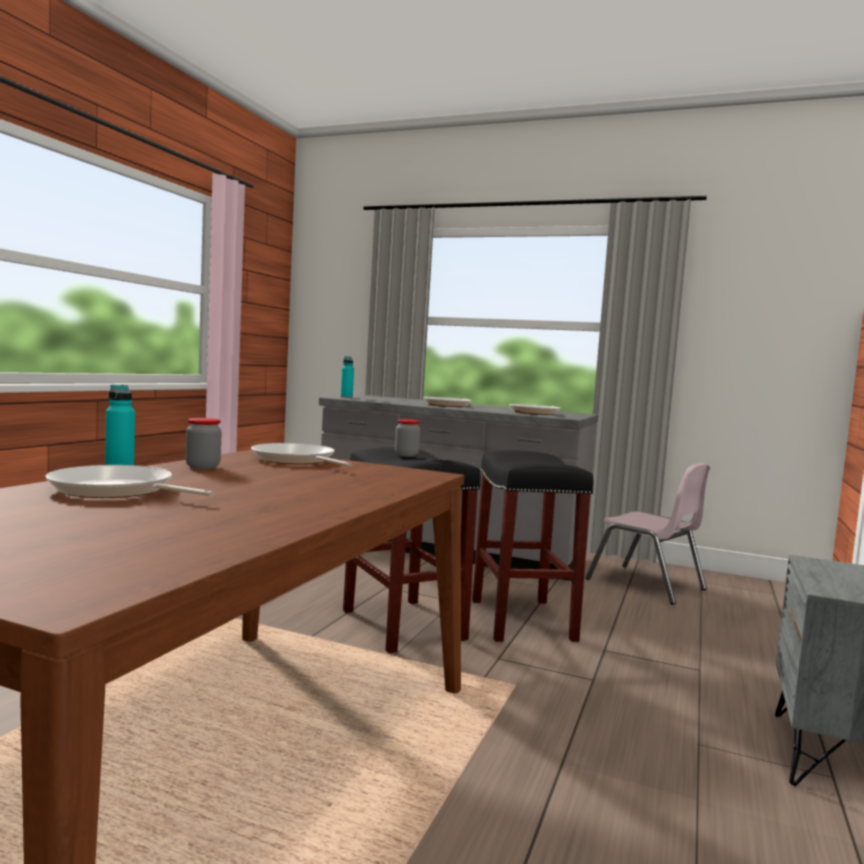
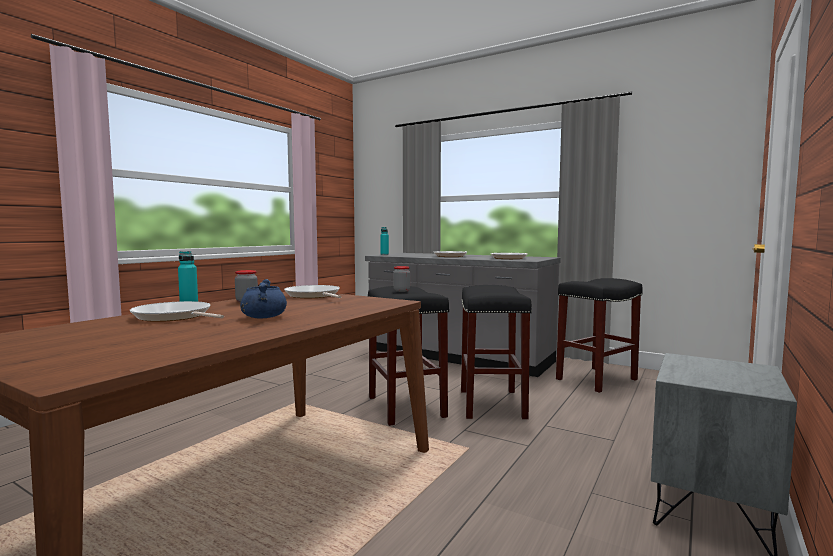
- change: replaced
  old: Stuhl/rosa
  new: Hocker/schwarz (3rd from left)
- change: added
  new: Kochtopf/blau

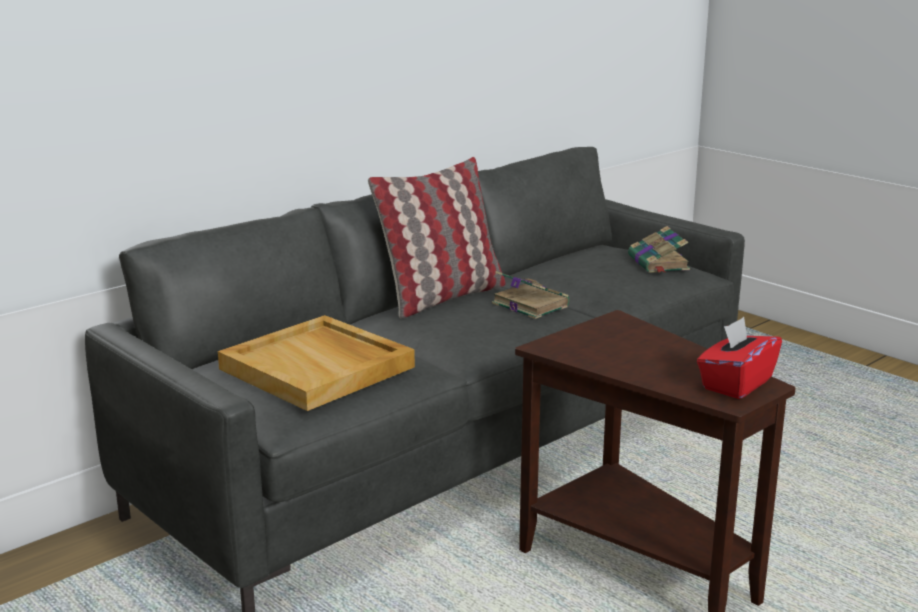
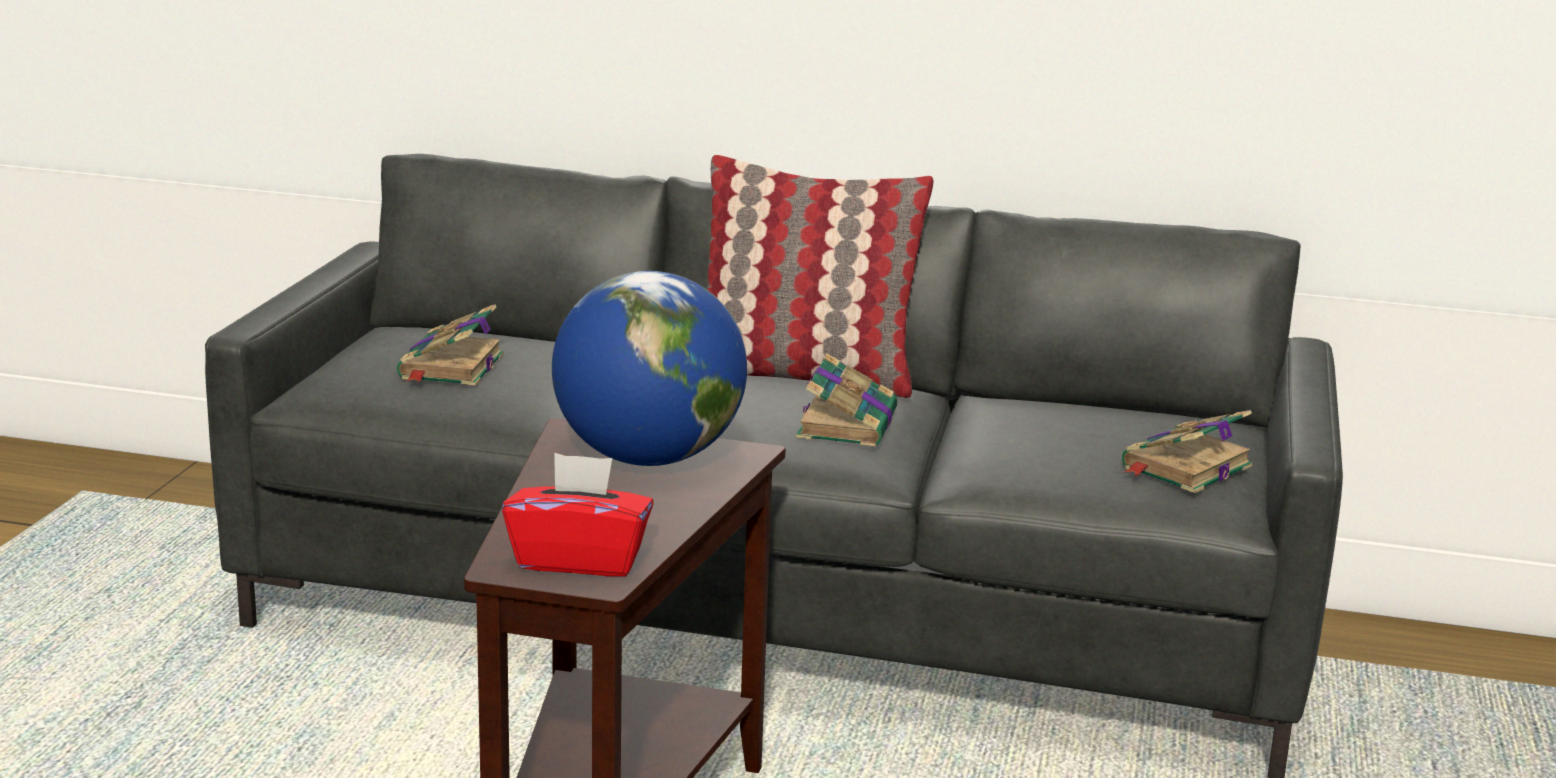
- change: replaced
  old: Tablett/beige
  new: Buch (1st from left)
- change: added
  new: Globus

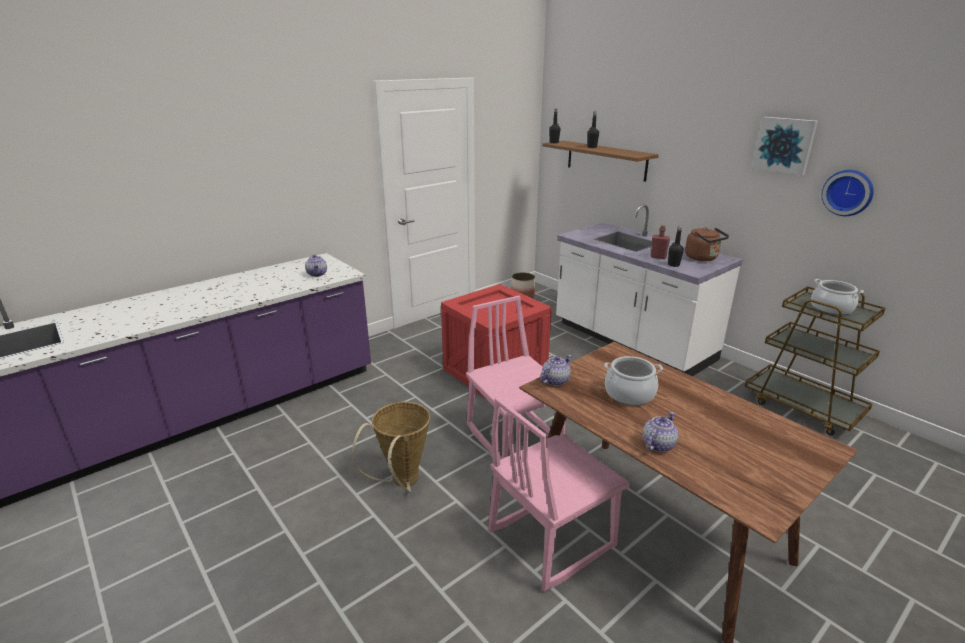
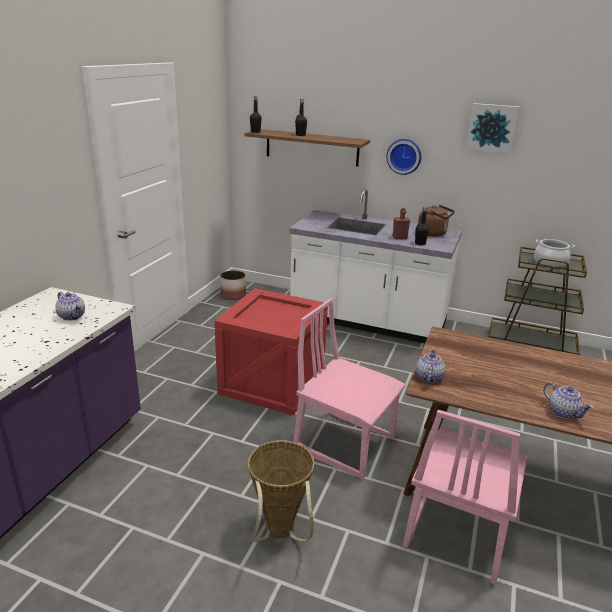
- change: moved
  old: Wanduhr
- change: removed
  old: Kochtopf (1st from left)
- change: turned
  old: Teekanne (3rd from left)
  degrees: 135

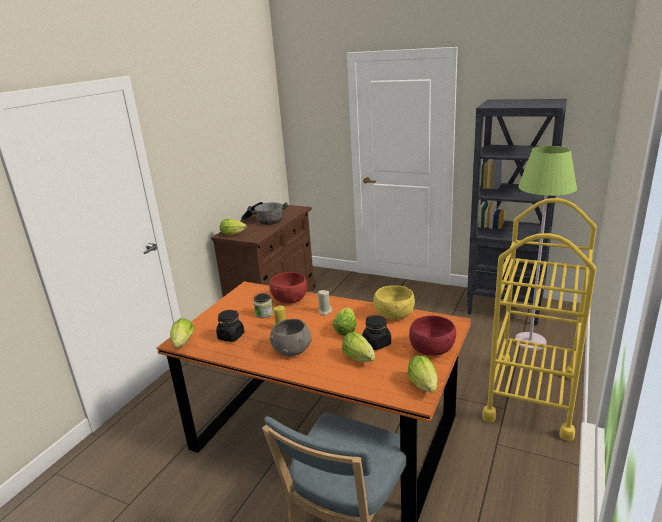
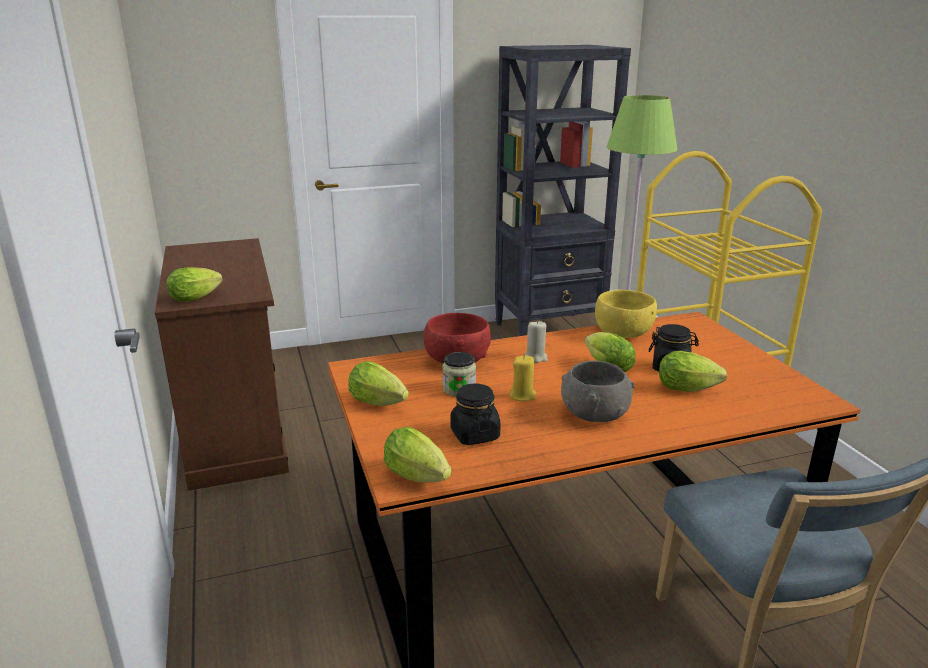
- change: removed
  old: Kochtopf
- change: removed
  old: Schüssel/rot (2nd from left)
- change: moved
  old: Salatkopf (5th from left in the first image)
  new: Salatkopf (2nd from left)

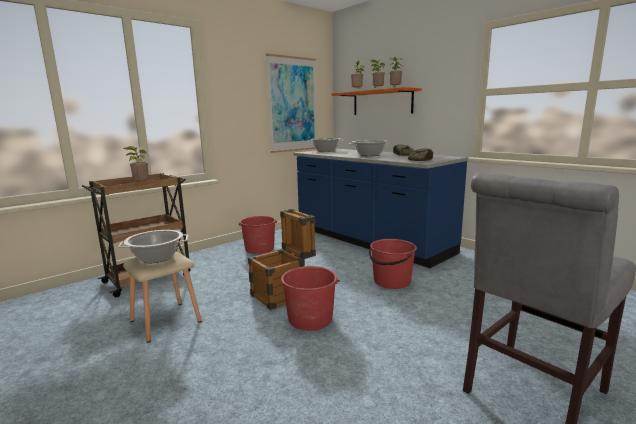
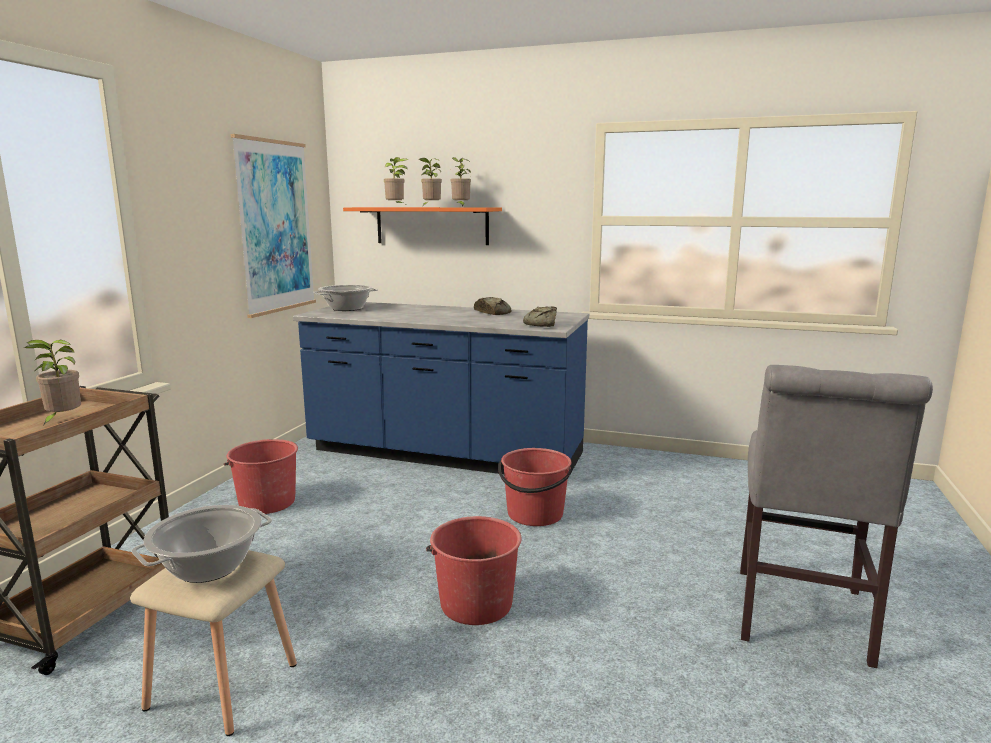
- change: removed
  old: Kochtopf (3rd from left)
- change: removed
  old: Kiste

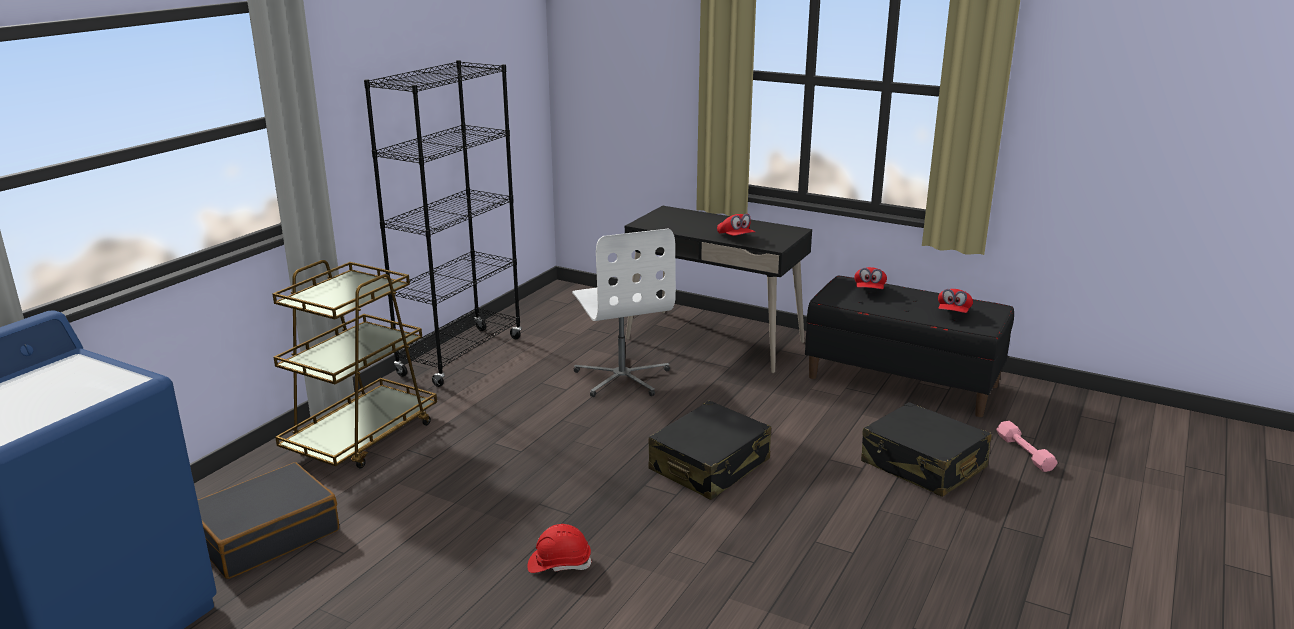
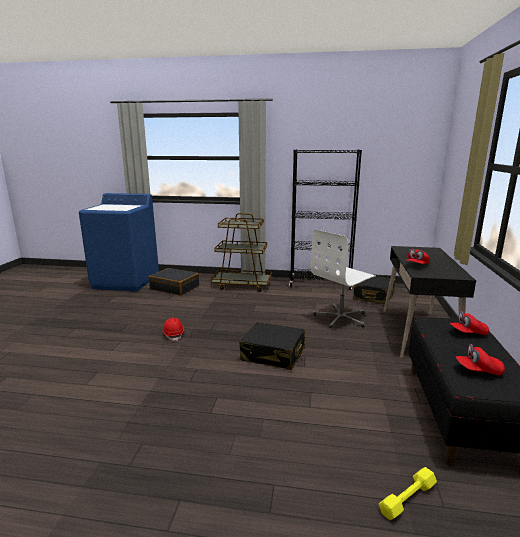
- change: moved
  old: Koffer/schwarz (3rd from left)
- change: recoloured
  old: Hantel/rosa
  new: Hantel/gelb

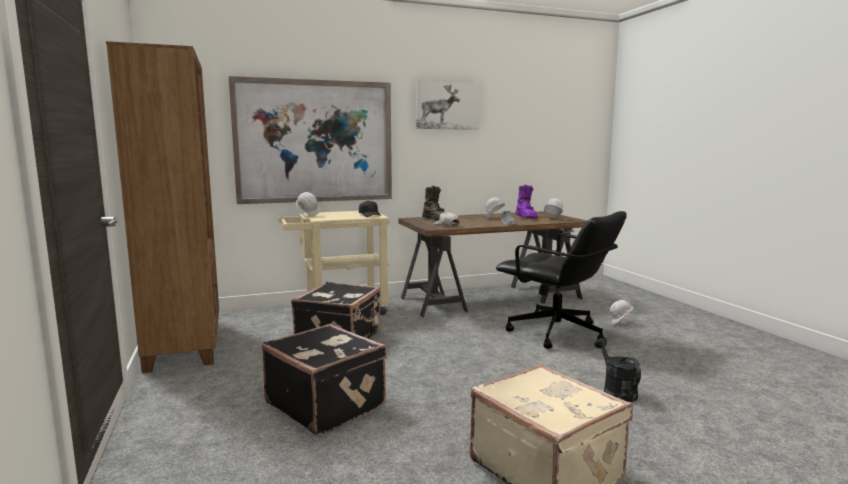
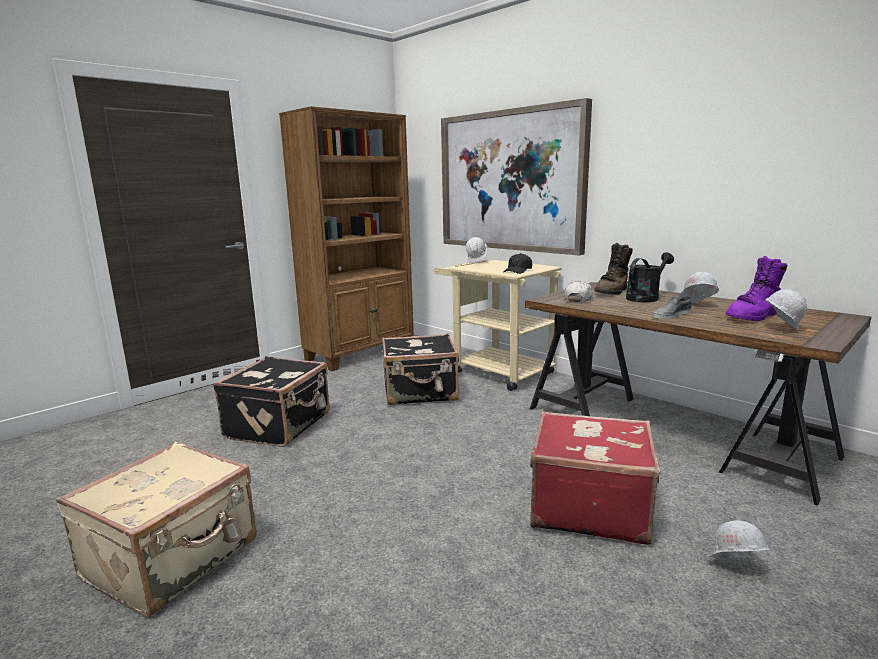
- change: removed
  old: Bild (2nd from left)
- change: replaced
  old: Bürostuhl/schwarz
  new: Koffer/rot
- change: moved
  old: Gießkanne/schwarz

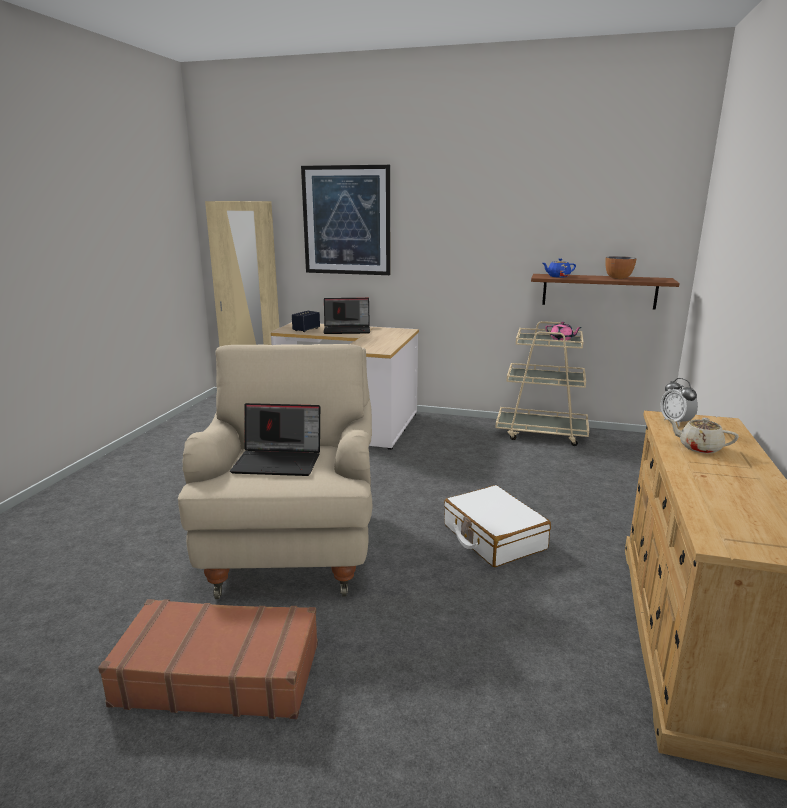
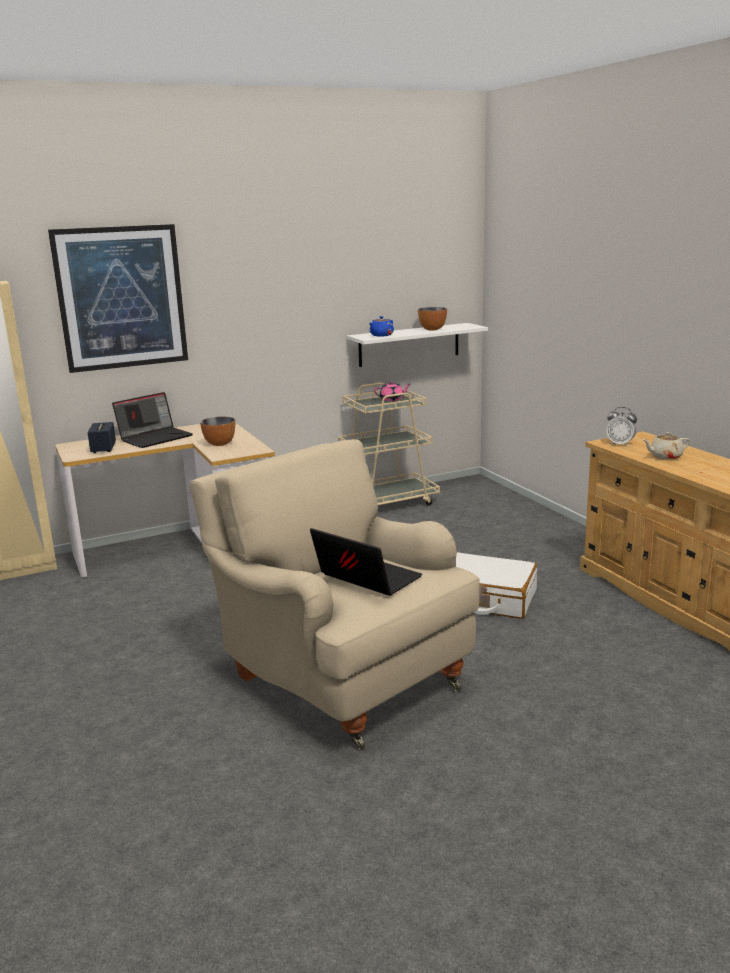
- change: recoloured
  old: Wandregal/braun
  new: Wandregal/weiß
- change: turned
  old: Laptop (1st from left in the first image)
  degrees: -105
- change: removed
  old: Koffer/braun
- change: added
  new: Schüssel (1st from left)

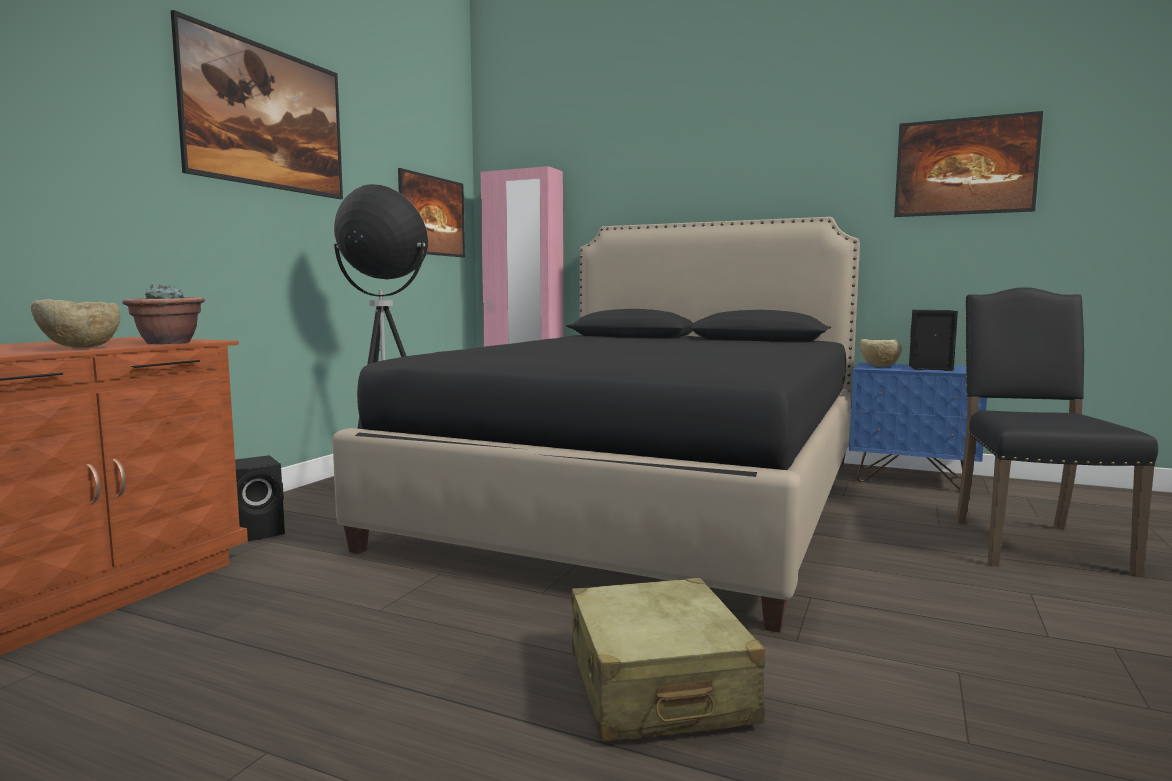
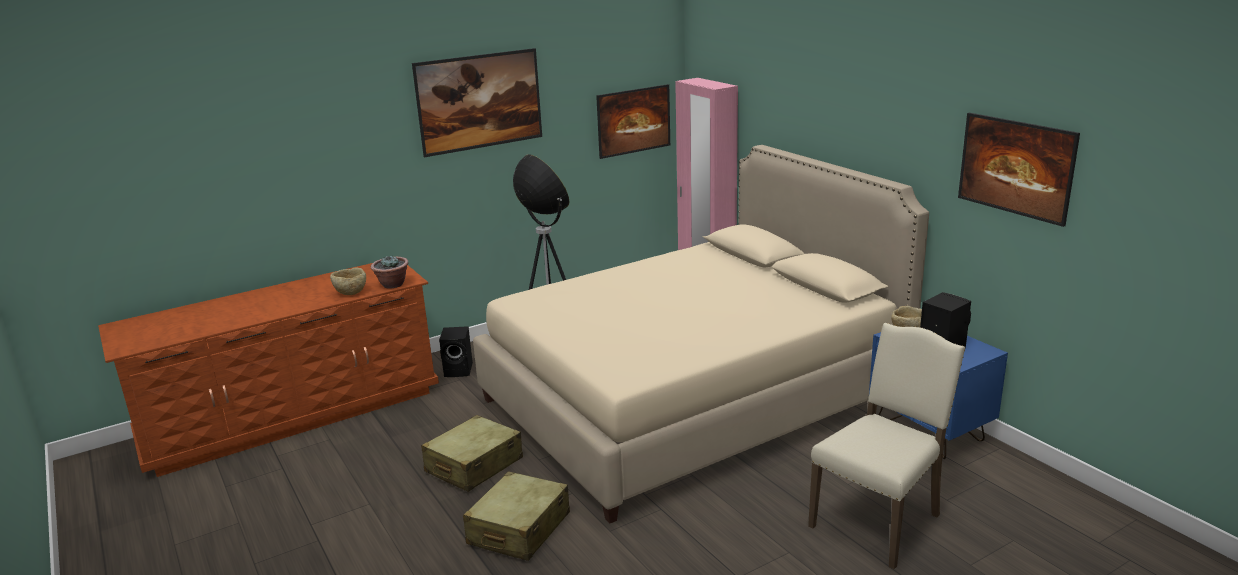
- change: recoloured
  old: Bett/schwarz
  new: Bett/beige
- change: recoloured
  old: Stuhl/schwarz
  new: Stuhl/beige
- change: added
  new: Koffer/beige (1st from left)

